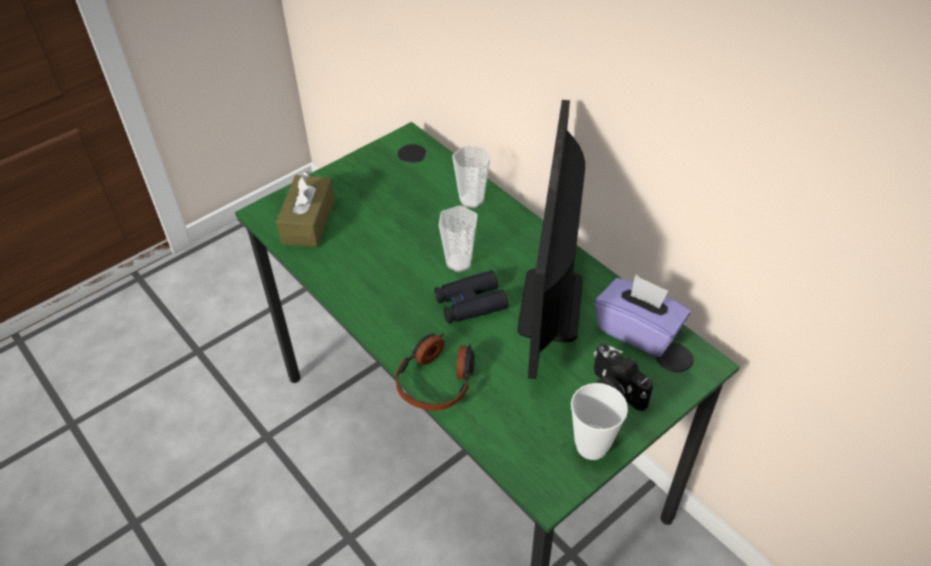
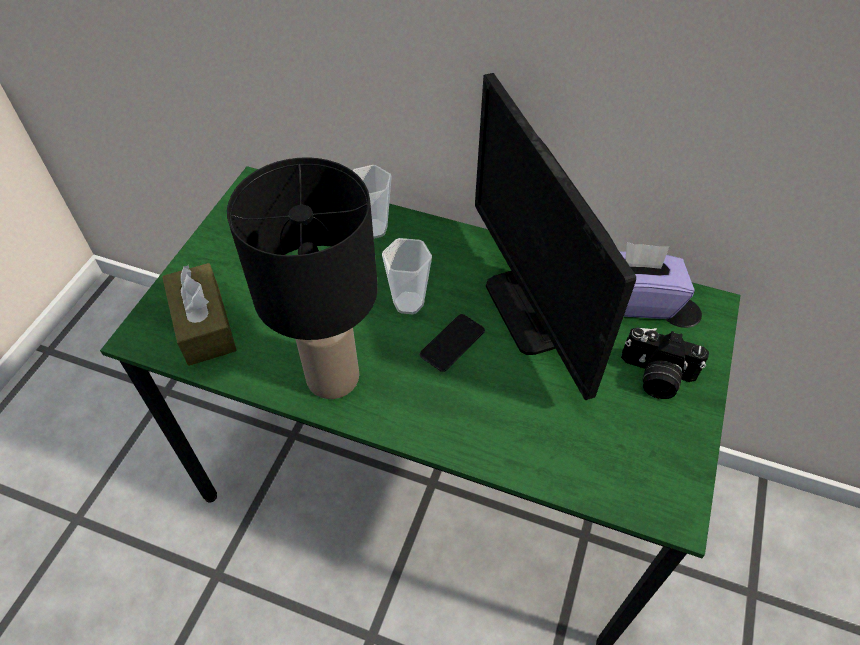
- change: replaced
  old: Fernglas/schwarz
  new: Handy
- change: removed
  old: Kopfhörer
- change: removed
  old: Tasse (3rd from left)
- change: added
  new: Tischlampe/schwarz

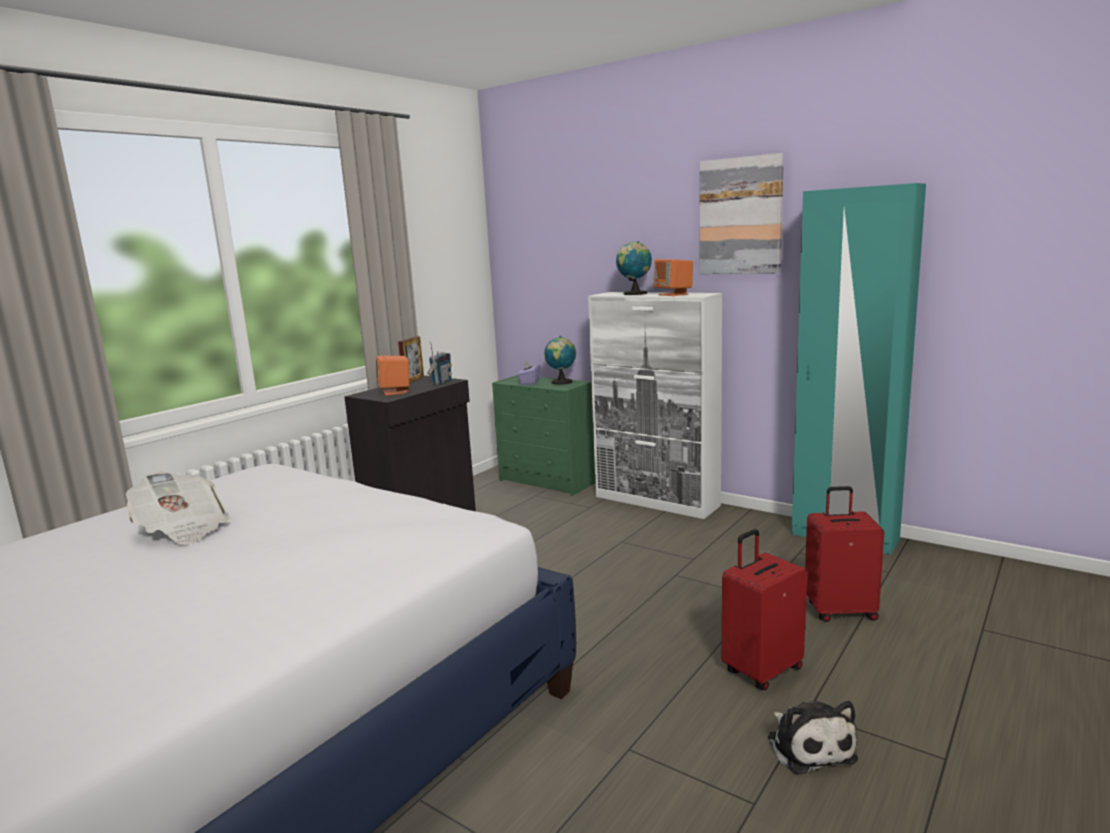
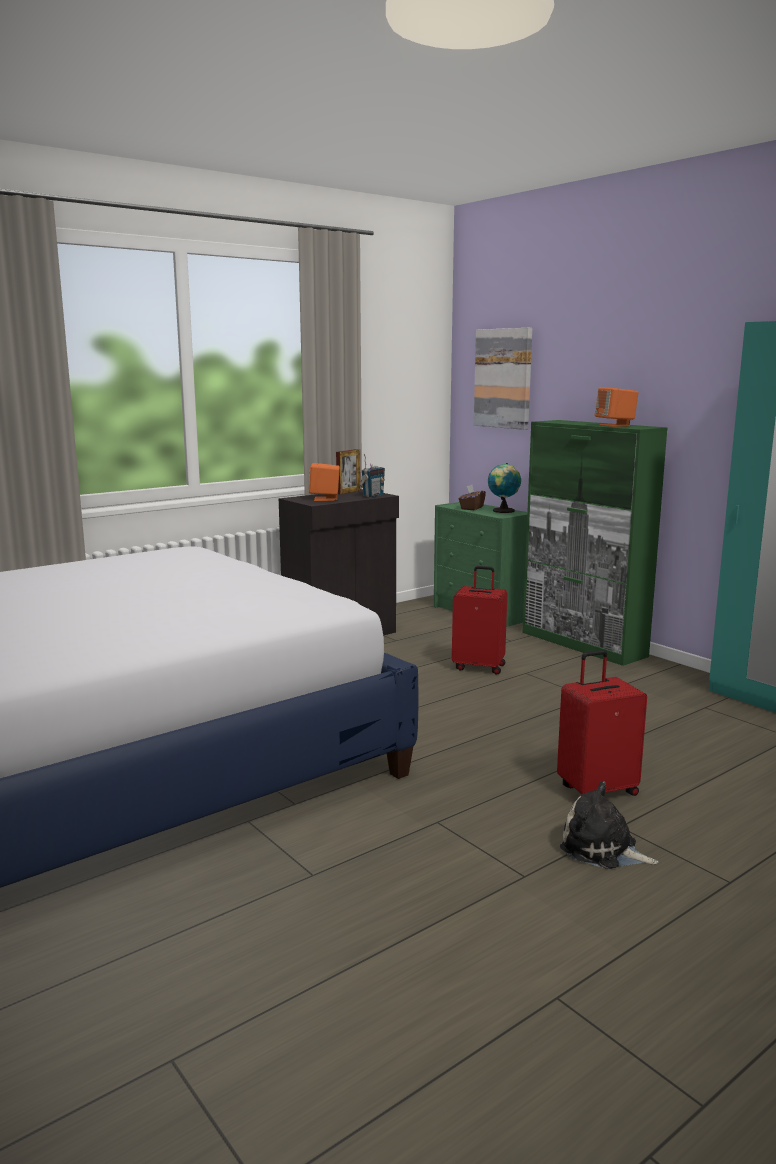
- change: moved
  old: Bild
- change: removed
  old: Globus (2nd from left)
- change: recoloured
  old: Schrank/weiß
  new: Schrank/grün
- change: recoloured
  old: Taschentuchbox/lila
  new: Taschentuchbox/braun
- change: removed
  old: Zeitung
- change: moved
  old: Koffer/rot (2nd from left in the first image)
  new: Koffer/rot (1st from left)
- change: turned
  old: Plüschtier
  degrees: 120

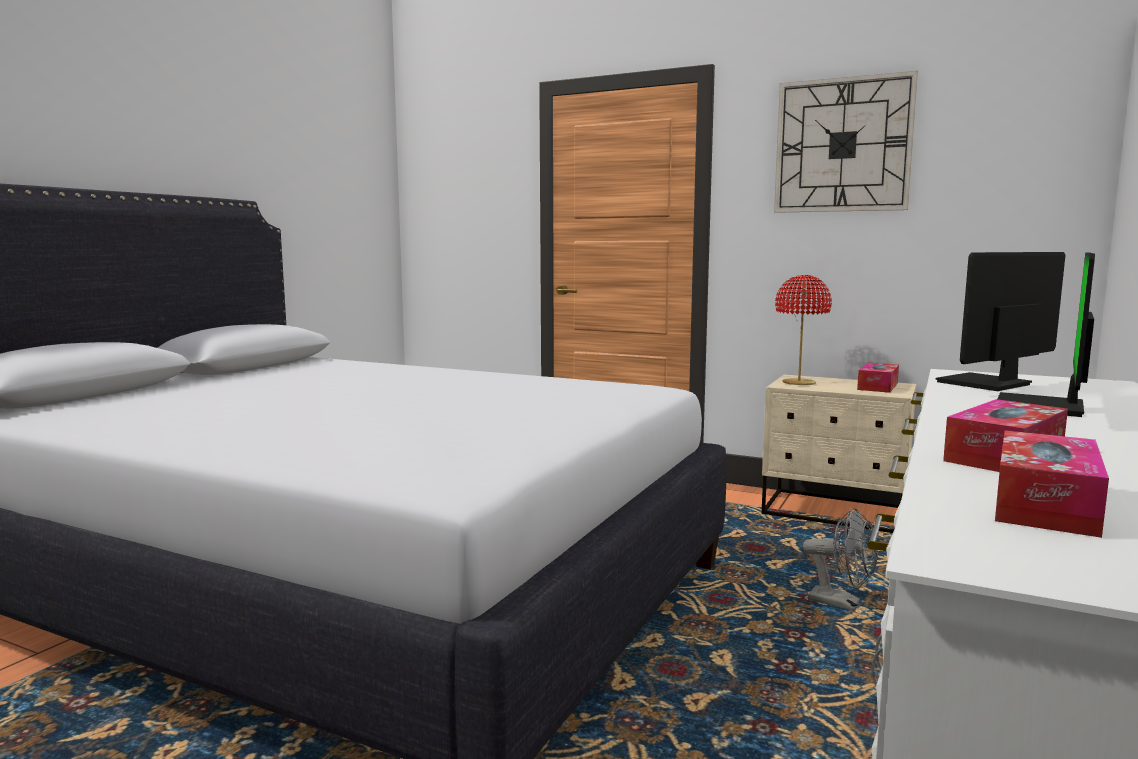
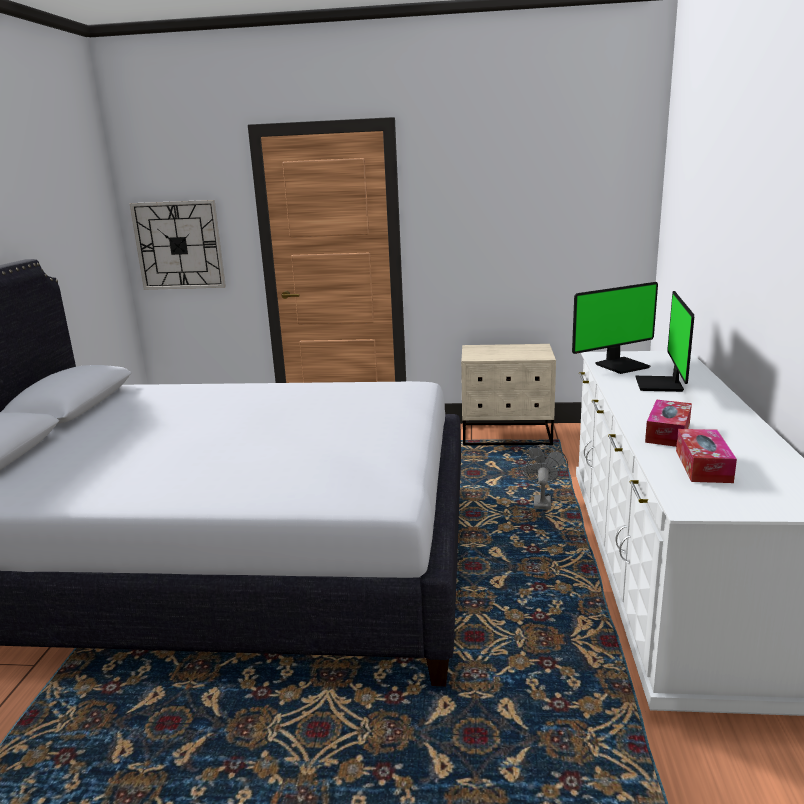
- change: moved
  old: Wanduhr
- change: turned
  old: Monitor (1st from left)
  degrees: -150
- change: removed
  old: Tischlampe/rot
- change: removed
  old: Taschentuchbox (1st from left)
- change: turned
  old: Ventilator/grau
  degrees: -90

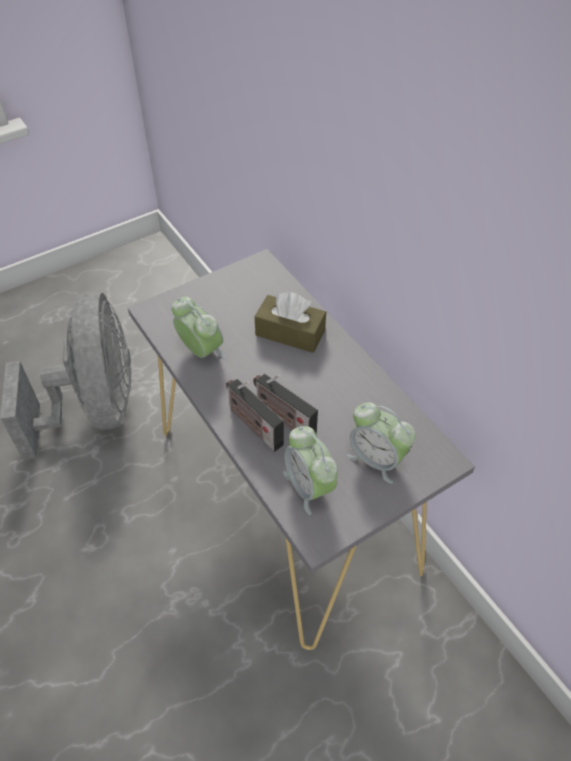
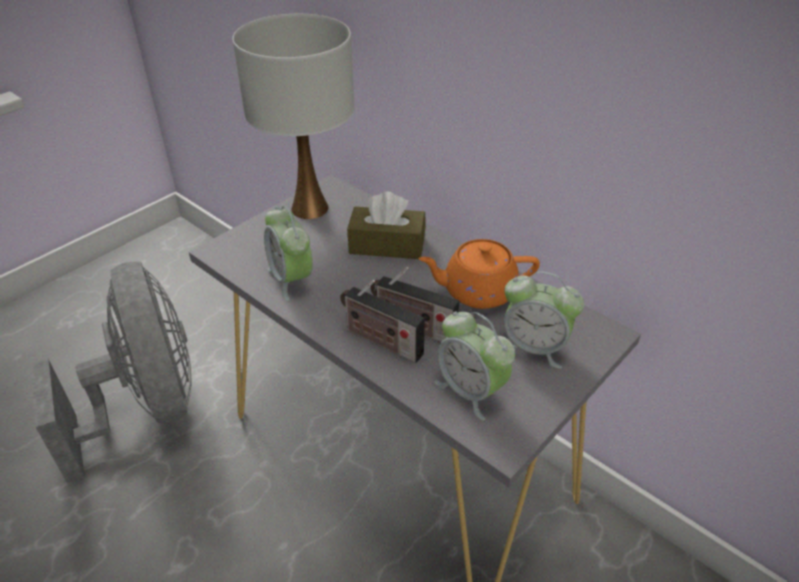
- change: turned
  old: Wecker (1st from left)
  degrees: -150
- change: added
  new: Tischlampe/weiß
- change: added
  new: Teekanne/orange

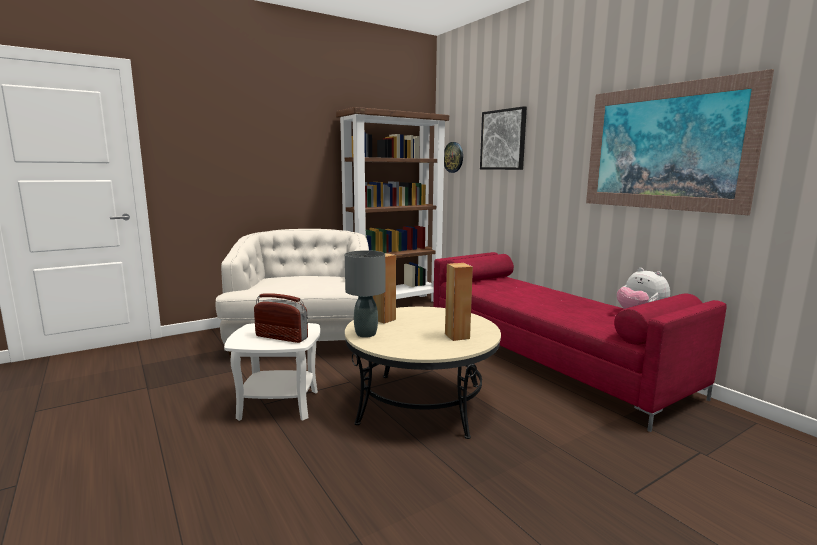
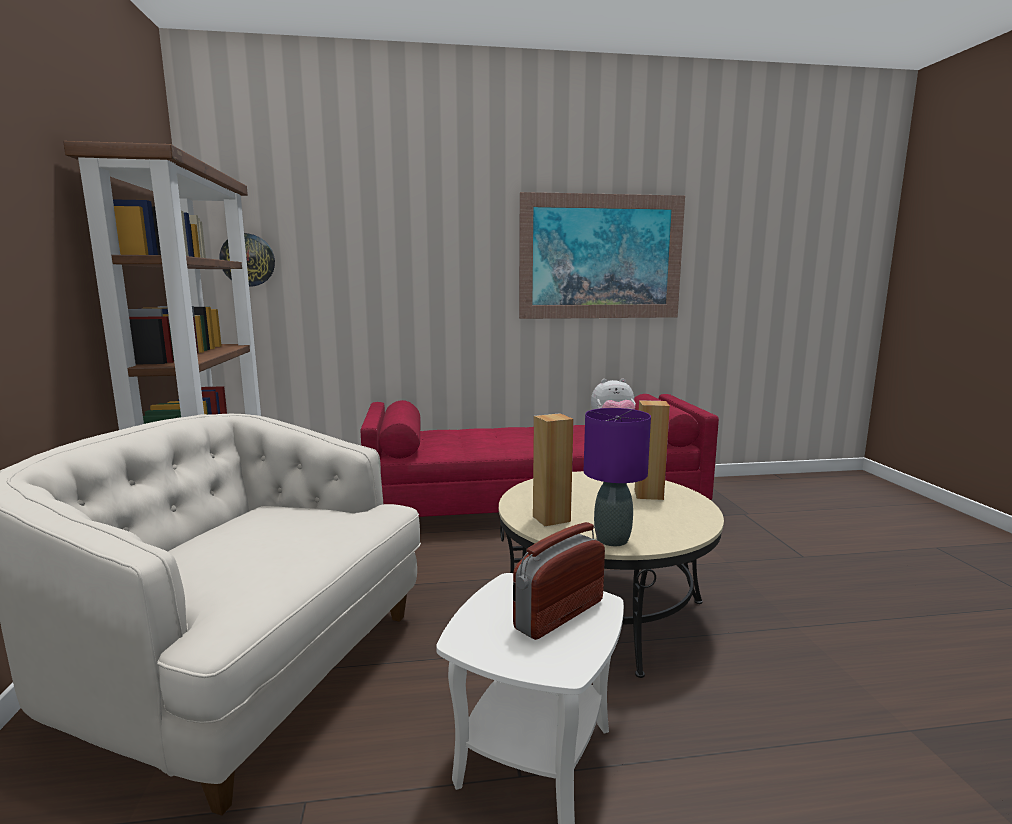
- change: removed
  old: Bild (1st from left)
- change: recoloured
  old: Tischlampe/grau
  new: Tischlampe/lila

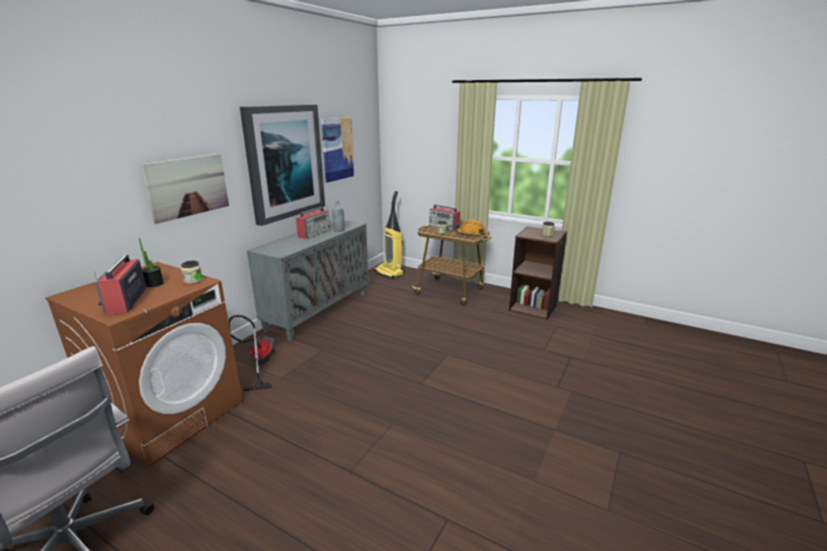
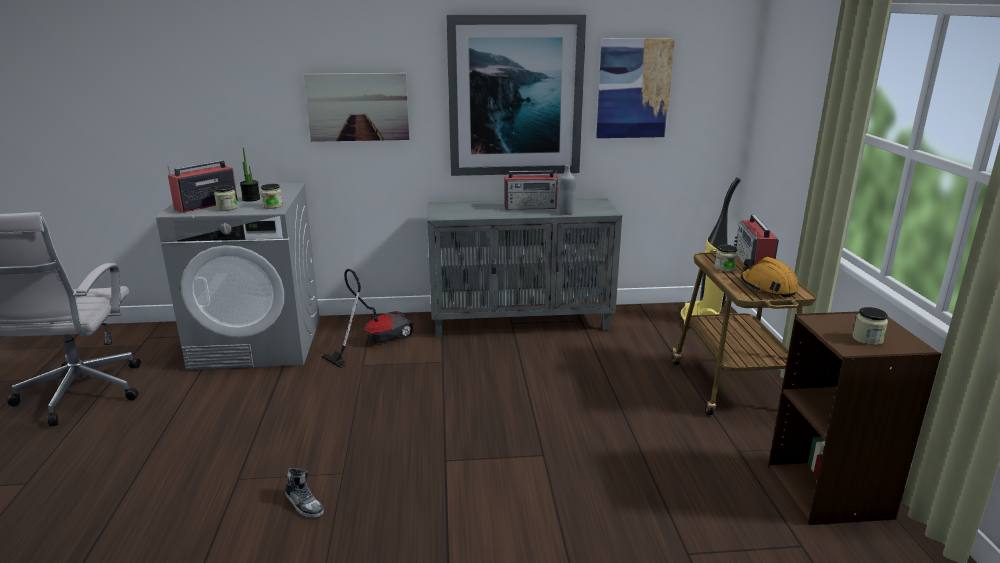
- change: recoloured
  old: Waschmaschine/braun
  new: Waschmaschine/grau
- change: added
  new: Vorratsglas (1st from left)
- change: added
  new: Schuh

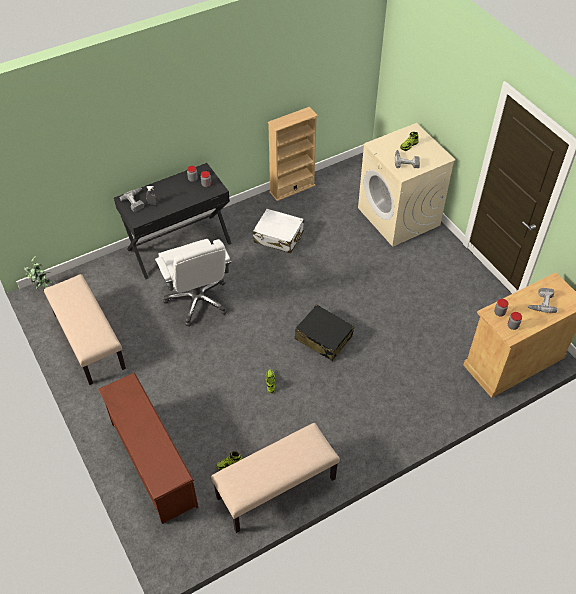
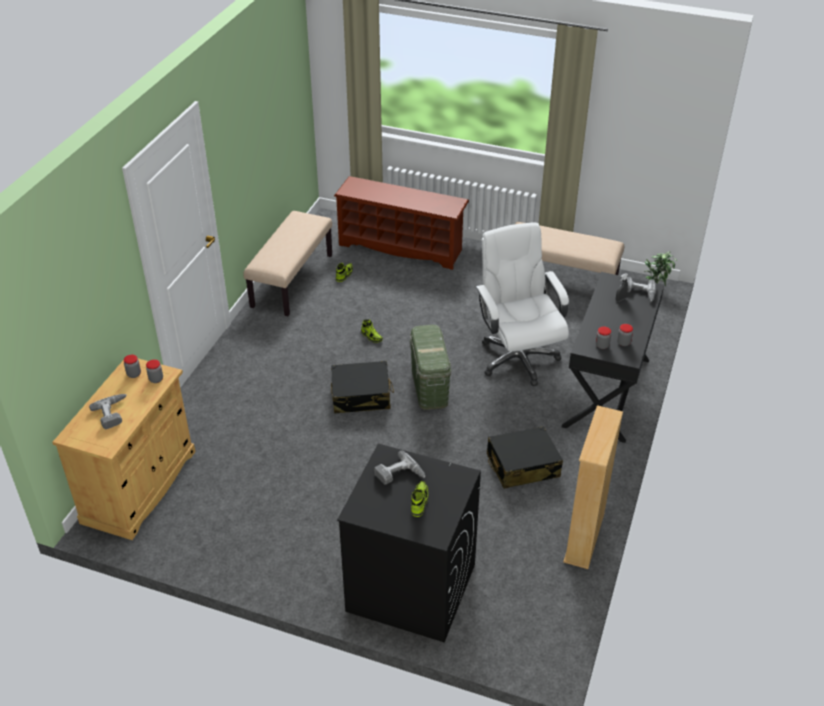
- change: recoloured
  old: Waschmaschine/beige
  new: Waschmaschine/schwarz
- change: recoloured
  old: Koffer/weiß
  new: Koffer/schwarz (2nd from left)
- change: turned
  old: Bürostuhl/weiß
  degrees: 45
- change: added
  new: Aufbewahrungsbox/grün

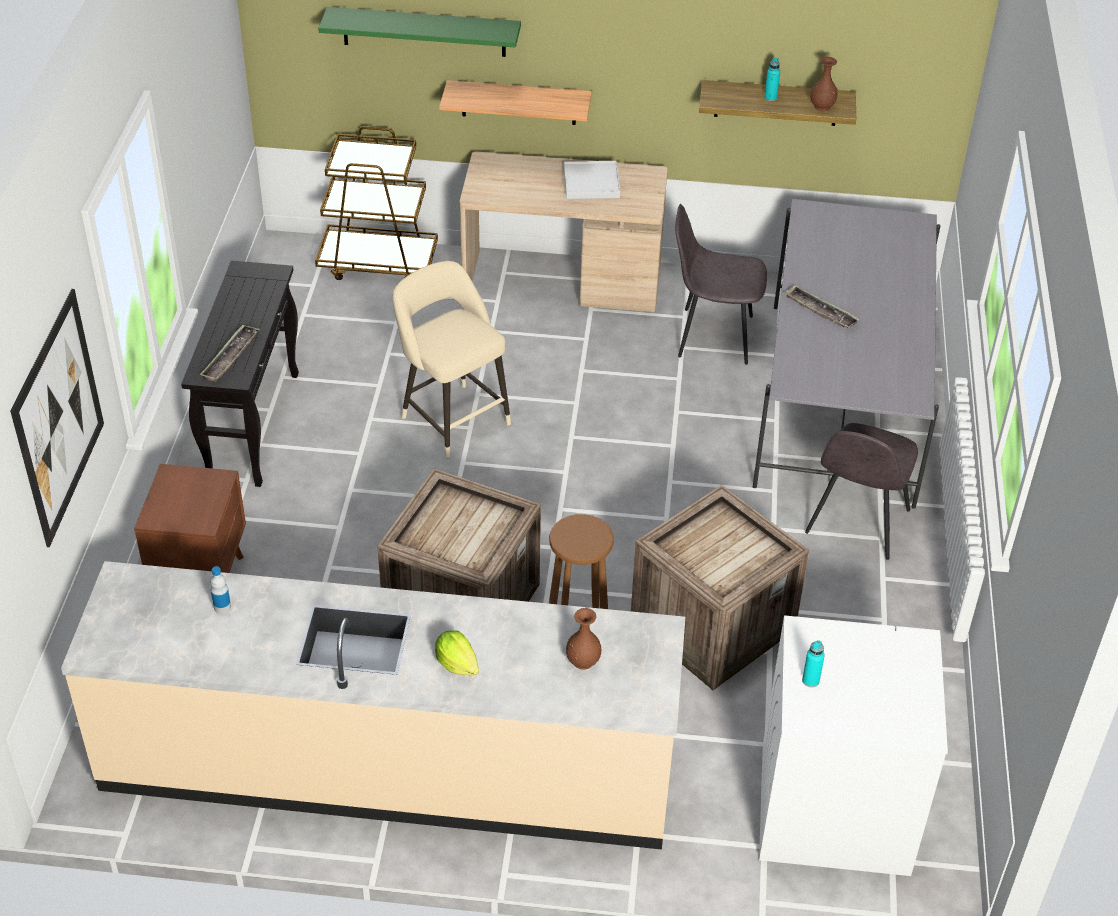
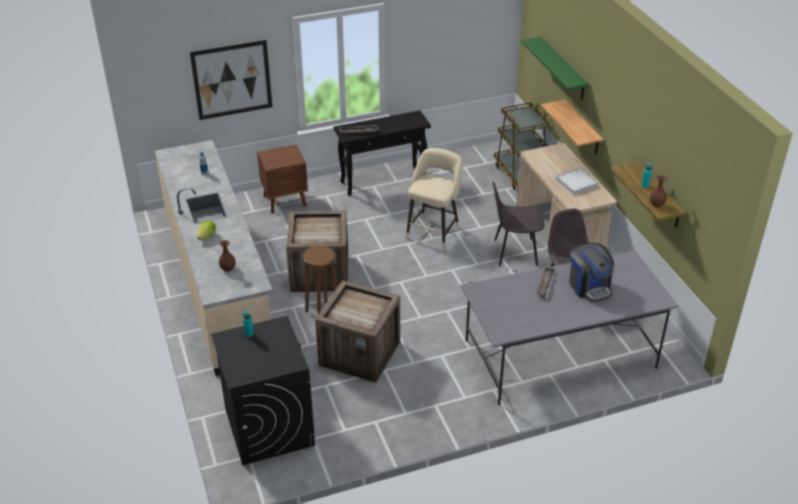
- change: moved
  old: Stuhl/grau (2nd from left in the first image)
  new: Stuhl/grau (1st from left)
- change: recoloured
  old: Waschmaschine/weiß
  new: Waschmaschine/schwarz
- change: added
  new: Kaffeemaschine

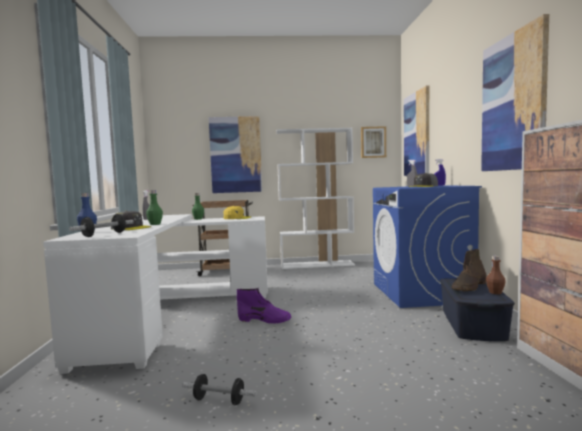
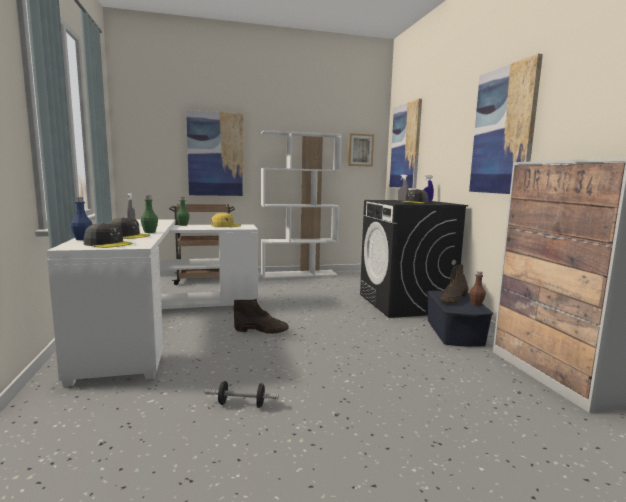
- change: recoloured
  old: Waschmaschine/blau
  new: Waschmaschine/schwarz
- change: replaced
  old: Hantel (1st from left)
  new: Kappe/grau (1st from left)
- change: recoloured
  old: Stiefel/lila
  new: Stiefel/braun (1st from left)

